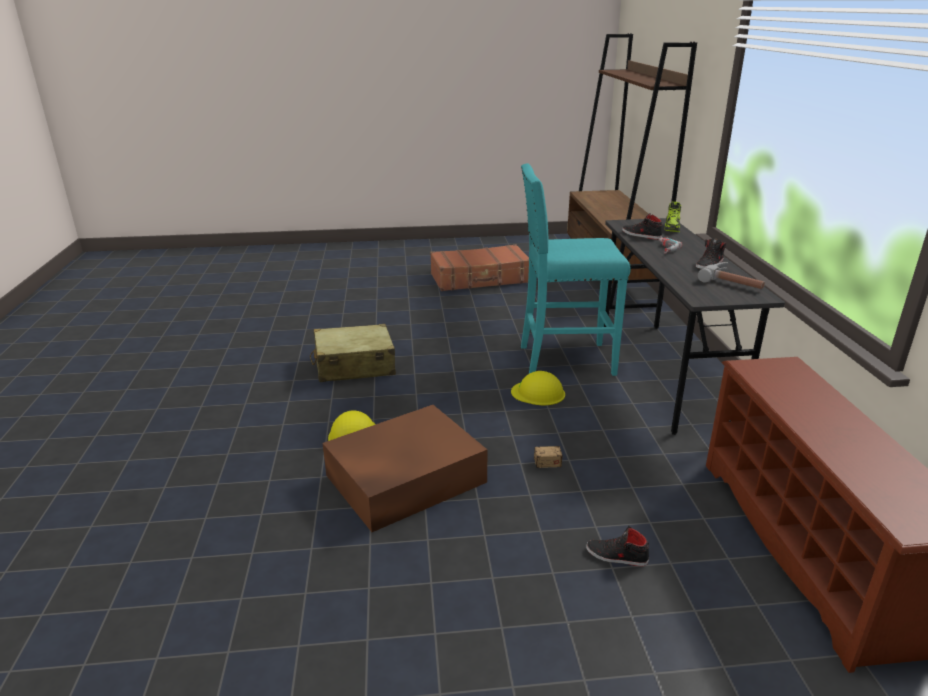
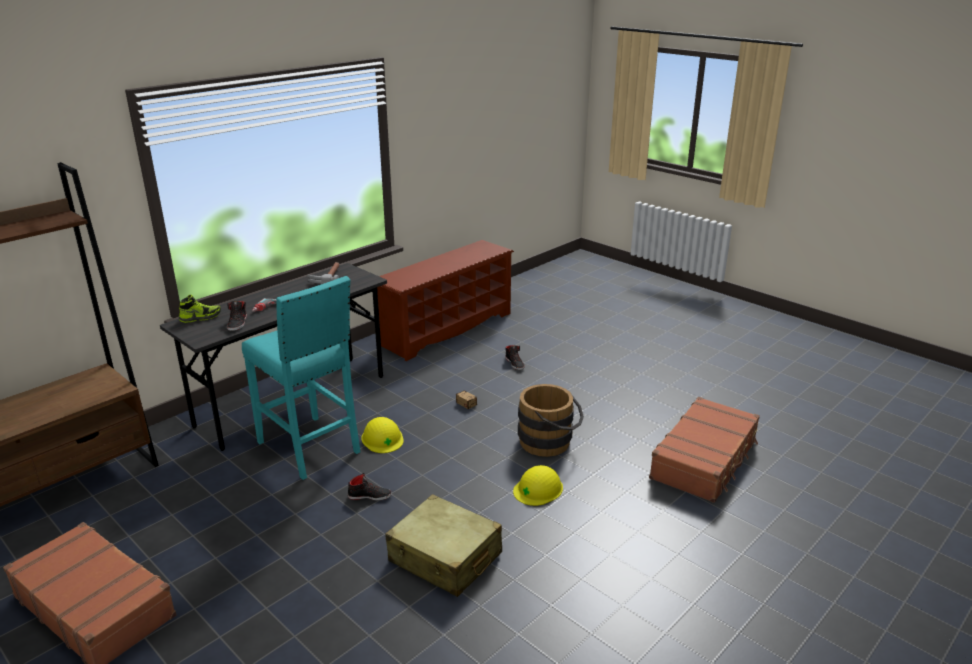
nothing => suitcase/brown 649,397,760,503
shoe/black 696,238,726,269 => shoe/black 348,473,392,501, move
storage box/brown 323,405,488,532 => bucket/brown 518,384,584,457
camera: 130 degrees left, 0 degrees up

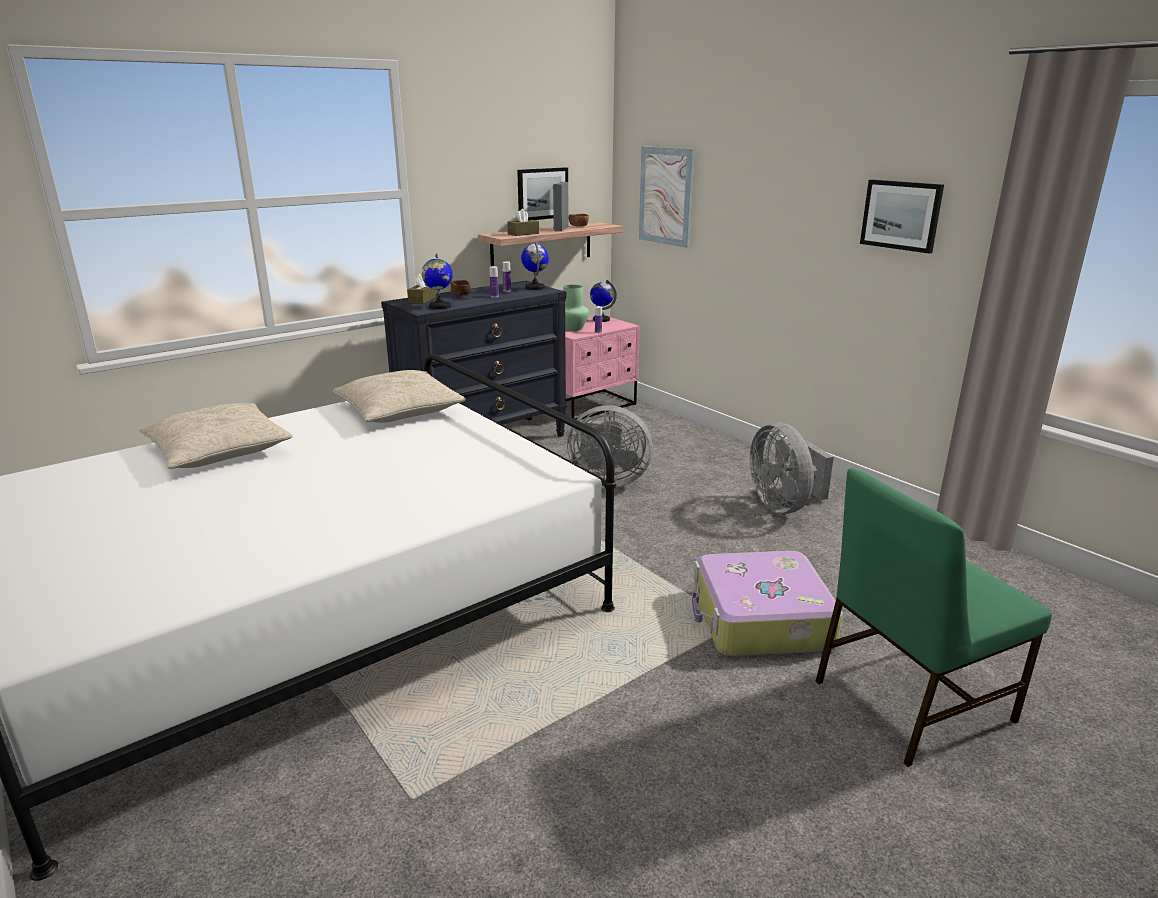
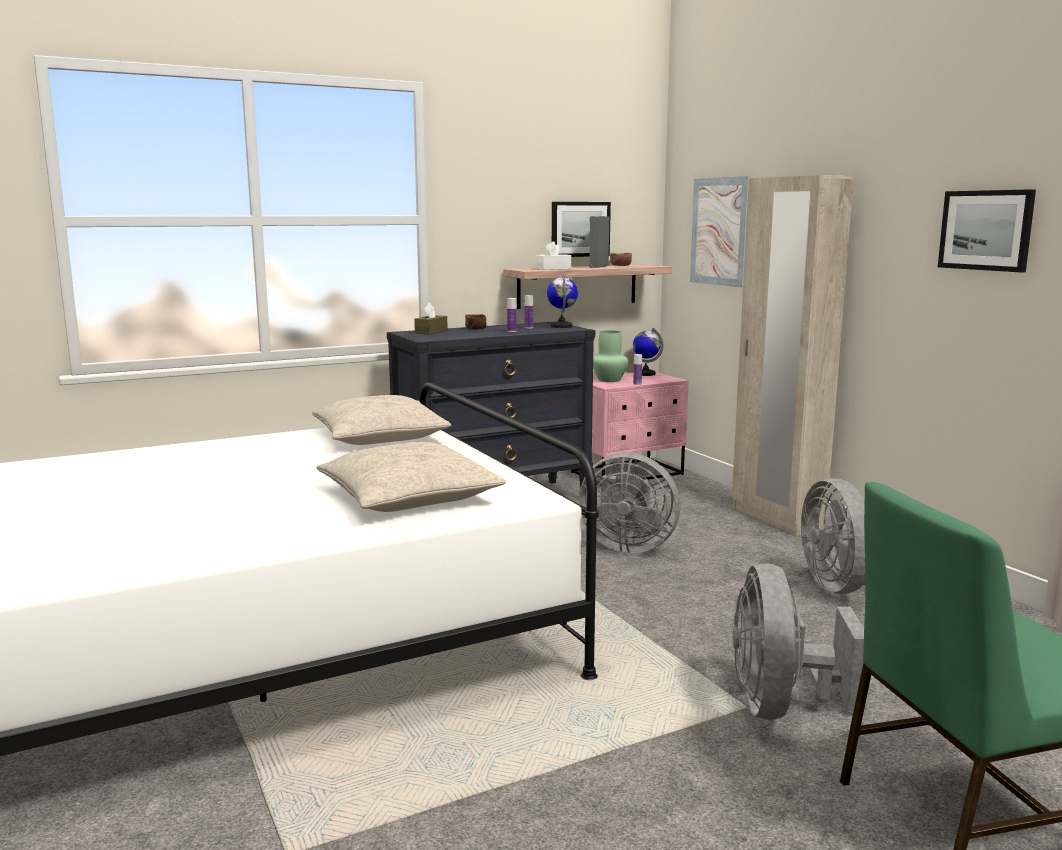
globe 422,254,453,309 => nothing
nothing => wardrobe/beige 732,175,854,536
pillow/beige 139,403,293,469 => pillow/beige 317,442,506,512, move
suitcase 692,551,843,656 => fan/grey 732,563,864,720
tissue box/brown 507,209,539,236 => tissue box/white 536,241,571,270
camera: 10 degrees right, 10 degrees down

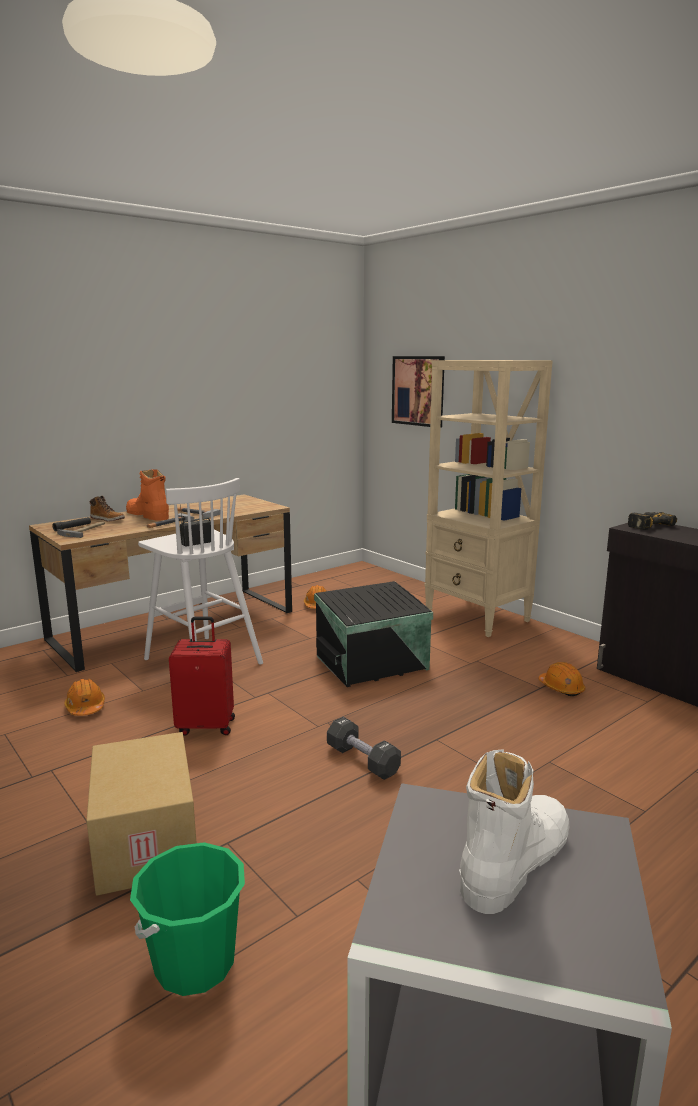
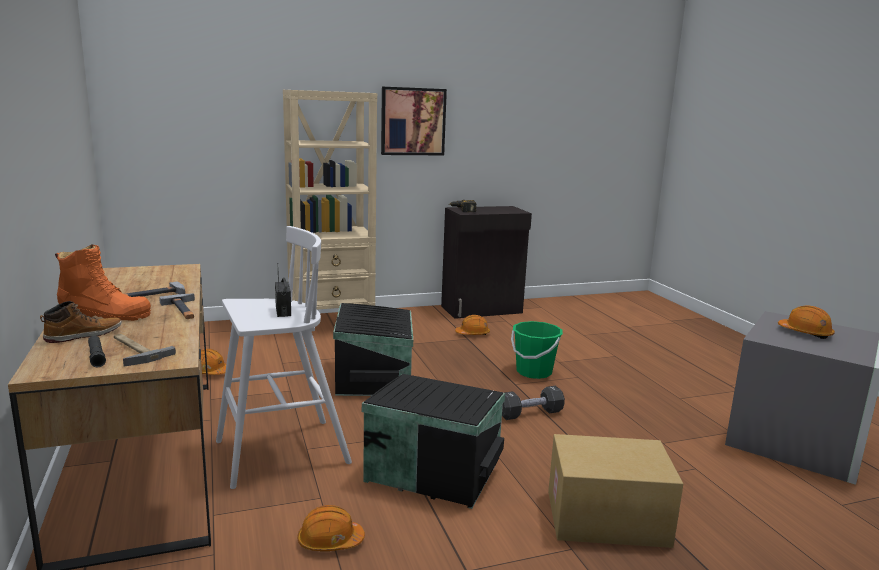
bucket/green 130,842,245,996 => bucket/green 511,321,563,379, move
picture 392,356,445,428 => picture 381,87,447,155, move
suitcase/red 169,617,235,736 => storage box/black 362,374,505,509
boot/white 459,749,569,914 => hard hat/orange 778,305,835,339
boot/orange 126,469,169,521 => boot/orange 55,245,151,321, 150 degrees counterclockwise
camera: 70 degrees left, 0 degrees up

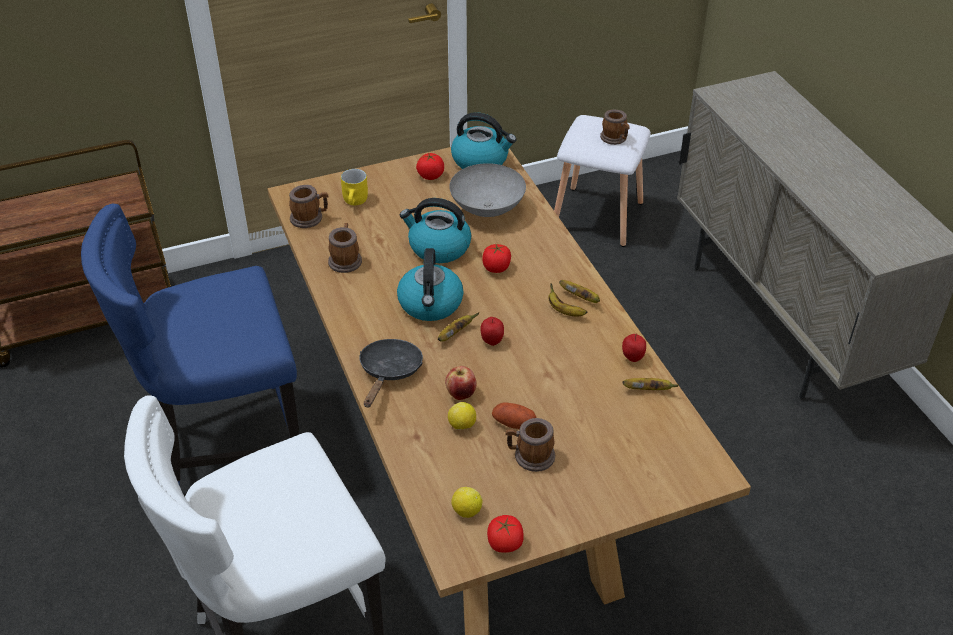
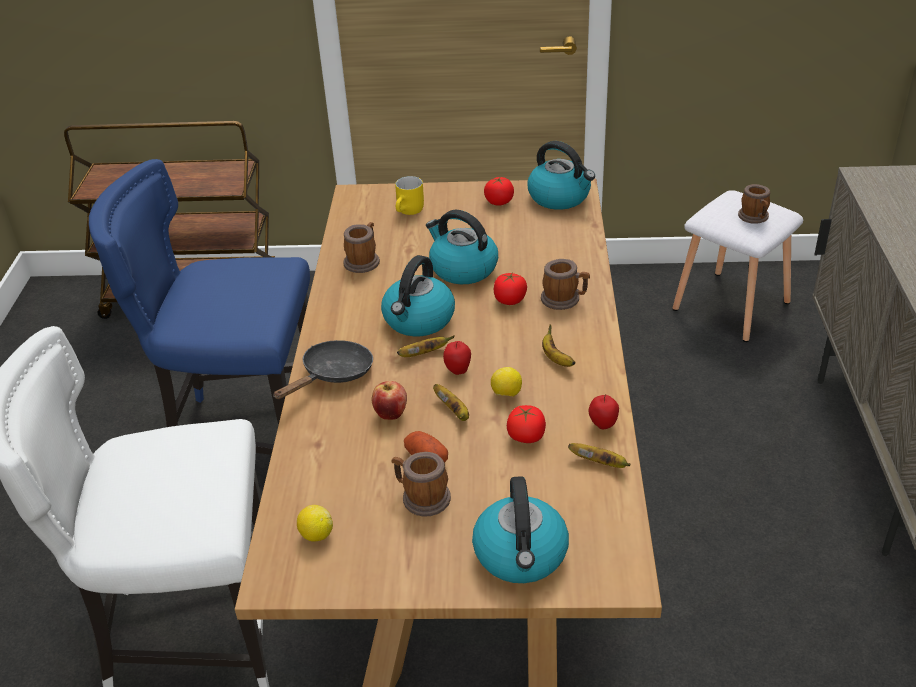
bowl/grey 449,163,526,217 => nothing
nothing => kettle 472,476,569,583
mug 289,185,328,228 => mug 541,259,590,310, move
lemon 448,402,476,430 => lemon 491,367,522,397, move
tomato 487,515,524,553 => tomato 507,405,546,443, move
banana 559,280,600,303 => banana 433,384,469,421, move
camera: 25 degrees right, 5 degrees down

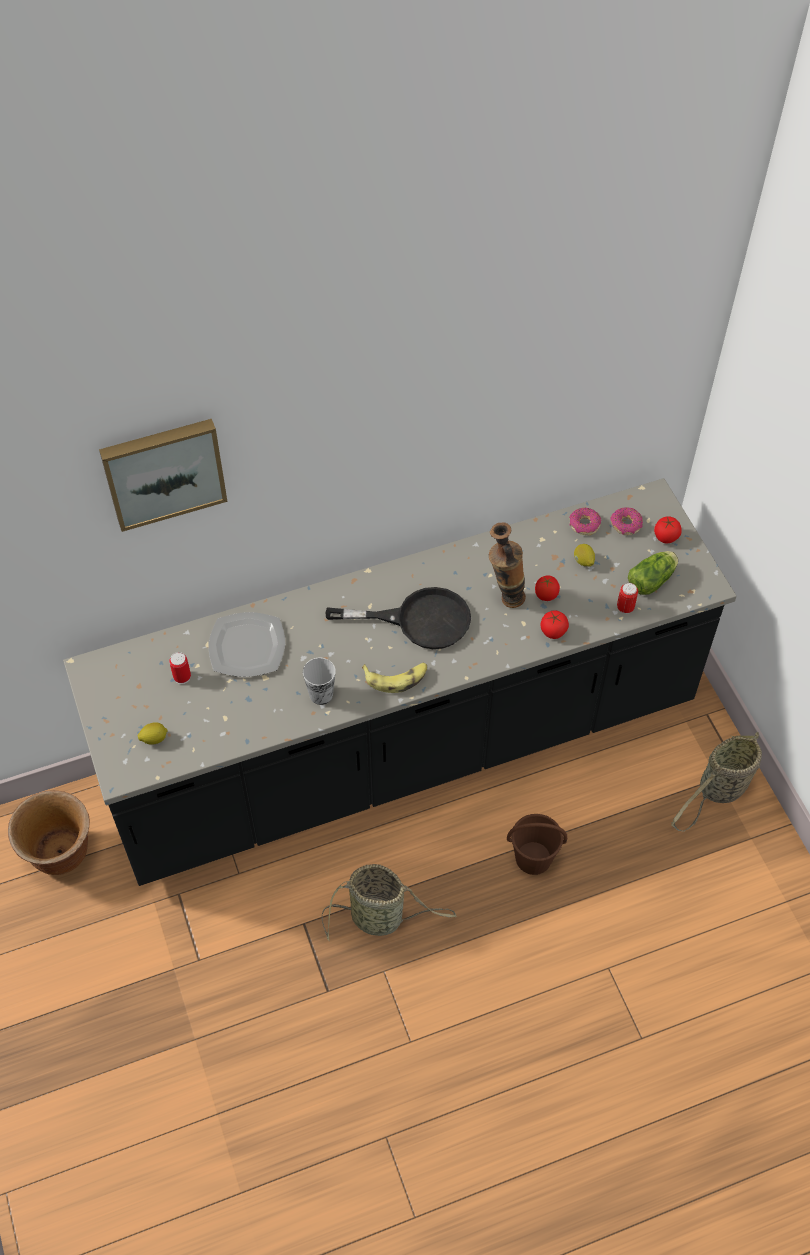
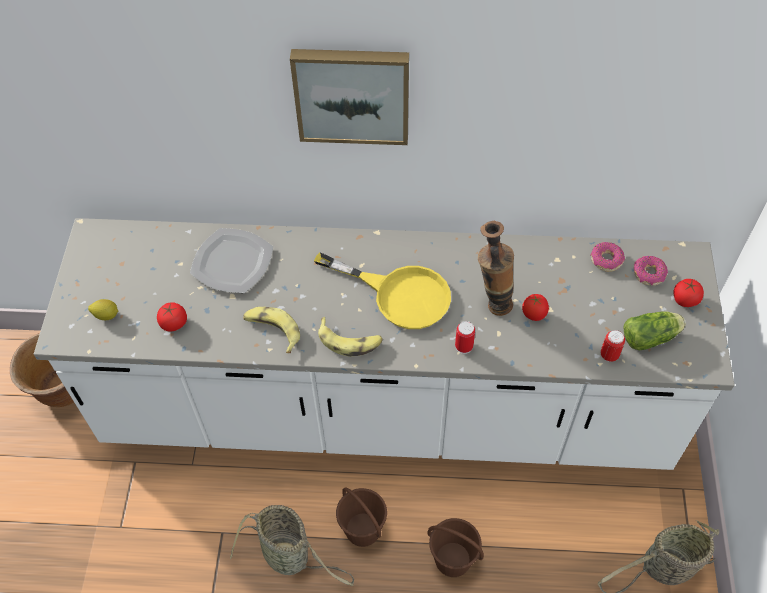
lemon 574,544,595,567 => nothing
nothing => bucket/brown 336,488,387,547
picture 99,419,228,532 => picture 290,49,409,145, move
can 169,652,191,684 => can 455,321,475,354, move
tomato 540,610,569,639 => tomato 157,302,187,332, move
cup 303,658,336,705 => banana 243,307,300,353
counter/black 63,478,737,886 => counter/white 34,218,734,470
frying pan/black 326,587,471,649 => frying pan/yellow 314,252,451,329
camera: 25 degrees right, 0 degrees up

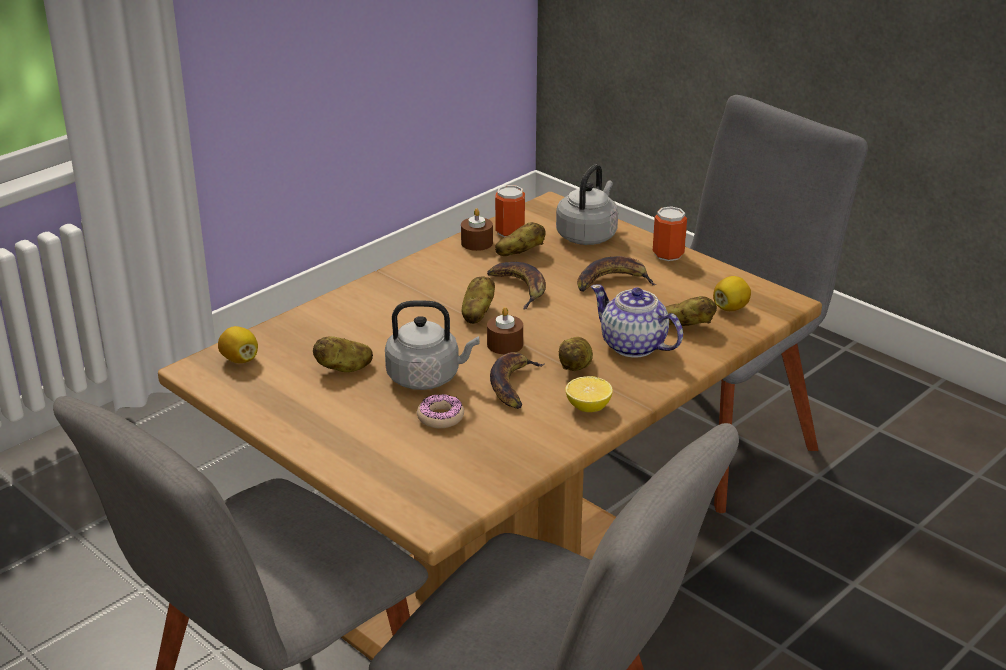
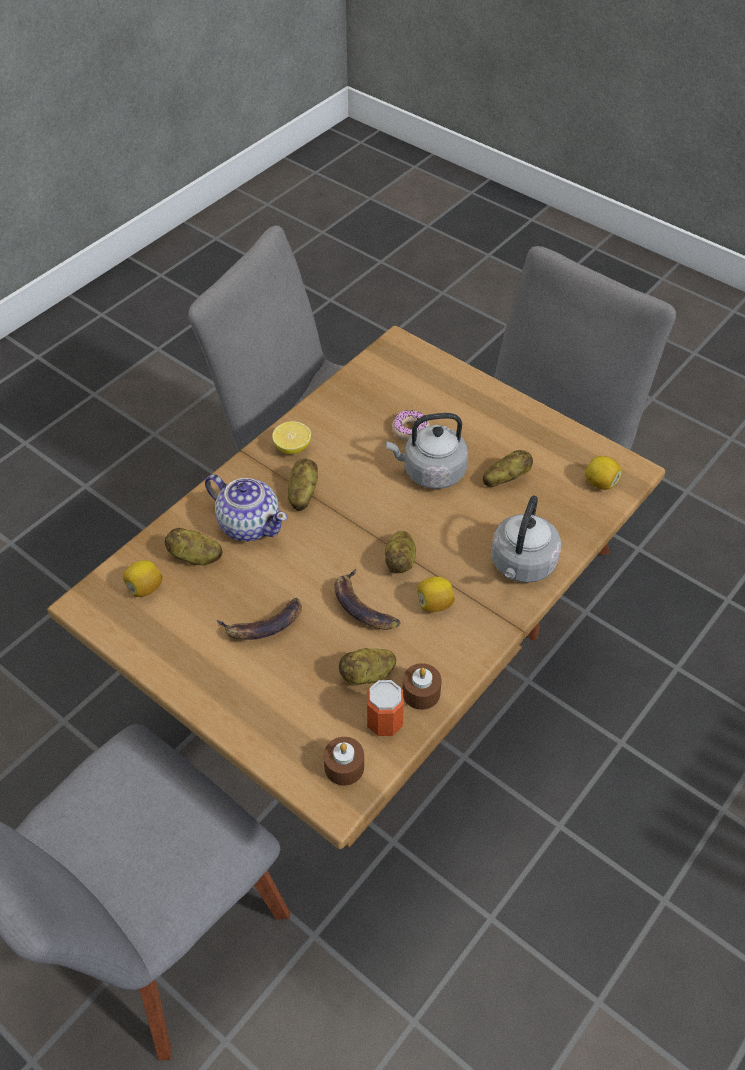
banana 490,352,545,409 => nothing
can 653,206,687,261 => nothing
nothing => lemon 417,577,455,612
candle/brown 487,307,523,354 => candle/brown 324,737,364,786, move
kettle/grey 556,164,618,245 => kettle/grey 491,496,561,583, move
camera: 175 degrees right, 20 degrees up

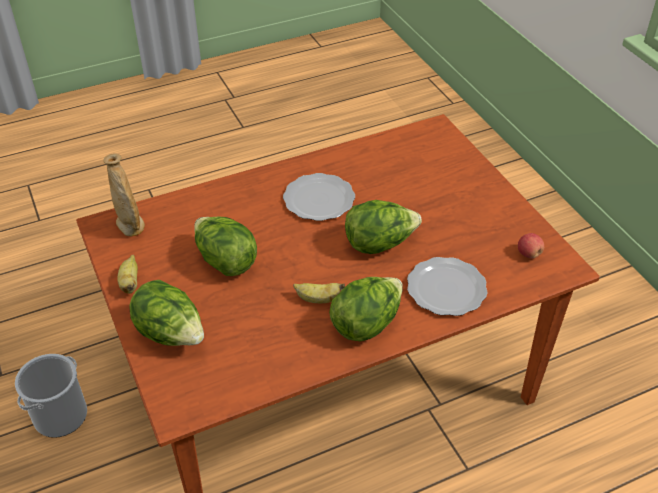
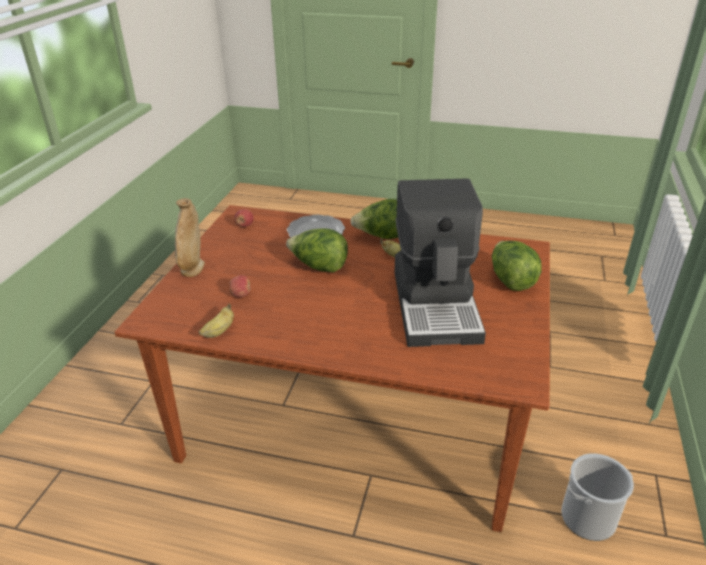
plate 283,173,355,221 => nothing
nothing => apple 230,275,251,297
vase/beige 103,153,145,237 => vase/beige 175,198,205,277, move
banana 117,255,138,294 => banana 198,304,234,338, move
lettuce 194,217,257,276 => coffee machine 395,179,486,347
camera: 140 degrees left, 10 degrees down

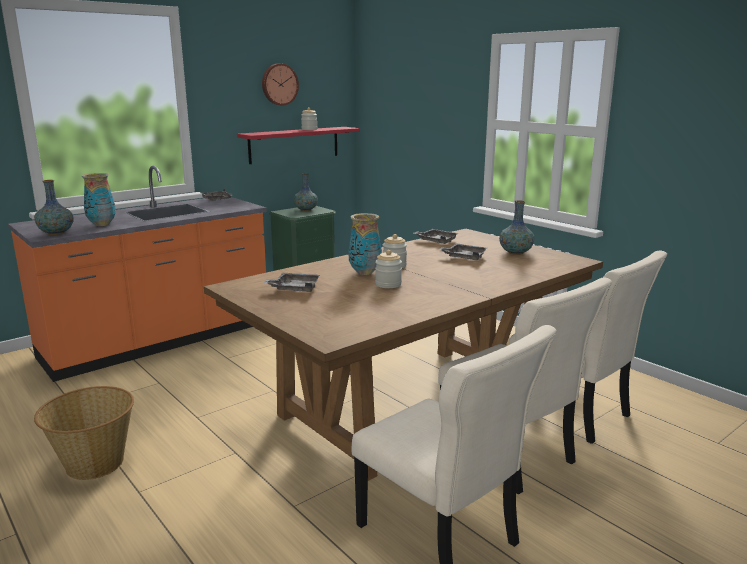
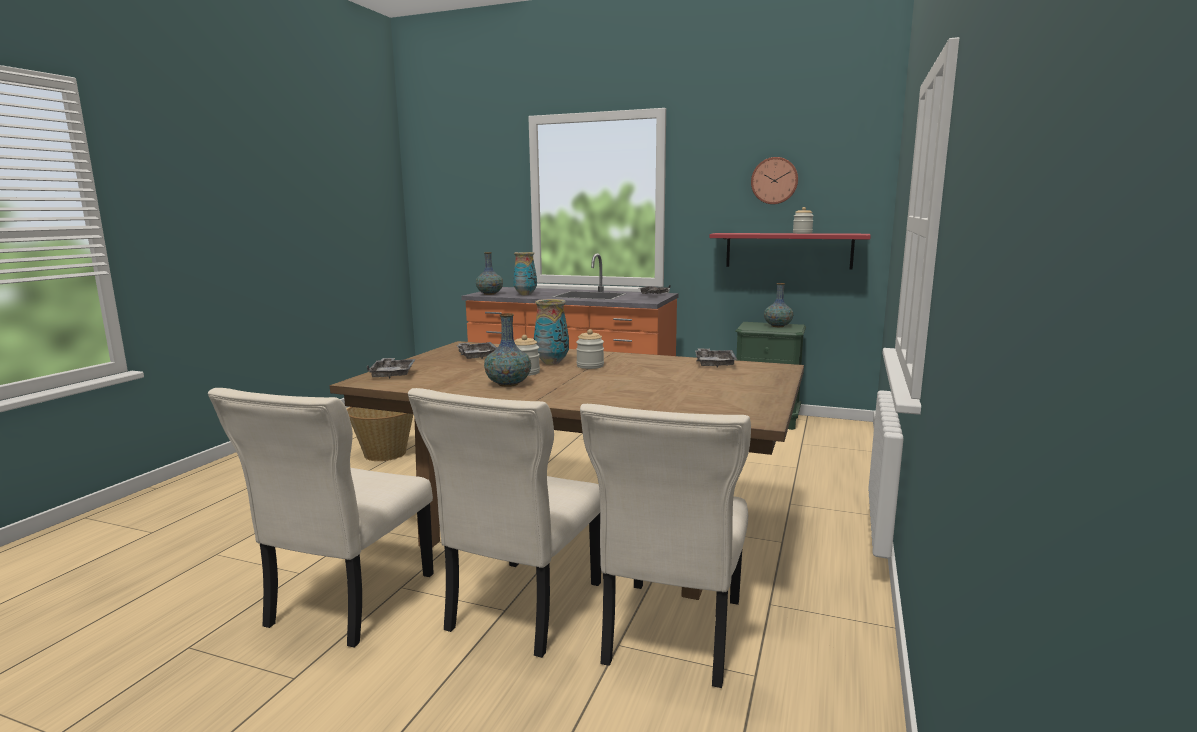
tray/grey 438,243,487,260 => tray/grey 367,358,416,378, move
vase 499,200,534,255 => vase 484,313,531,387, move
camera: 60 degrees right, 5 degrees down

